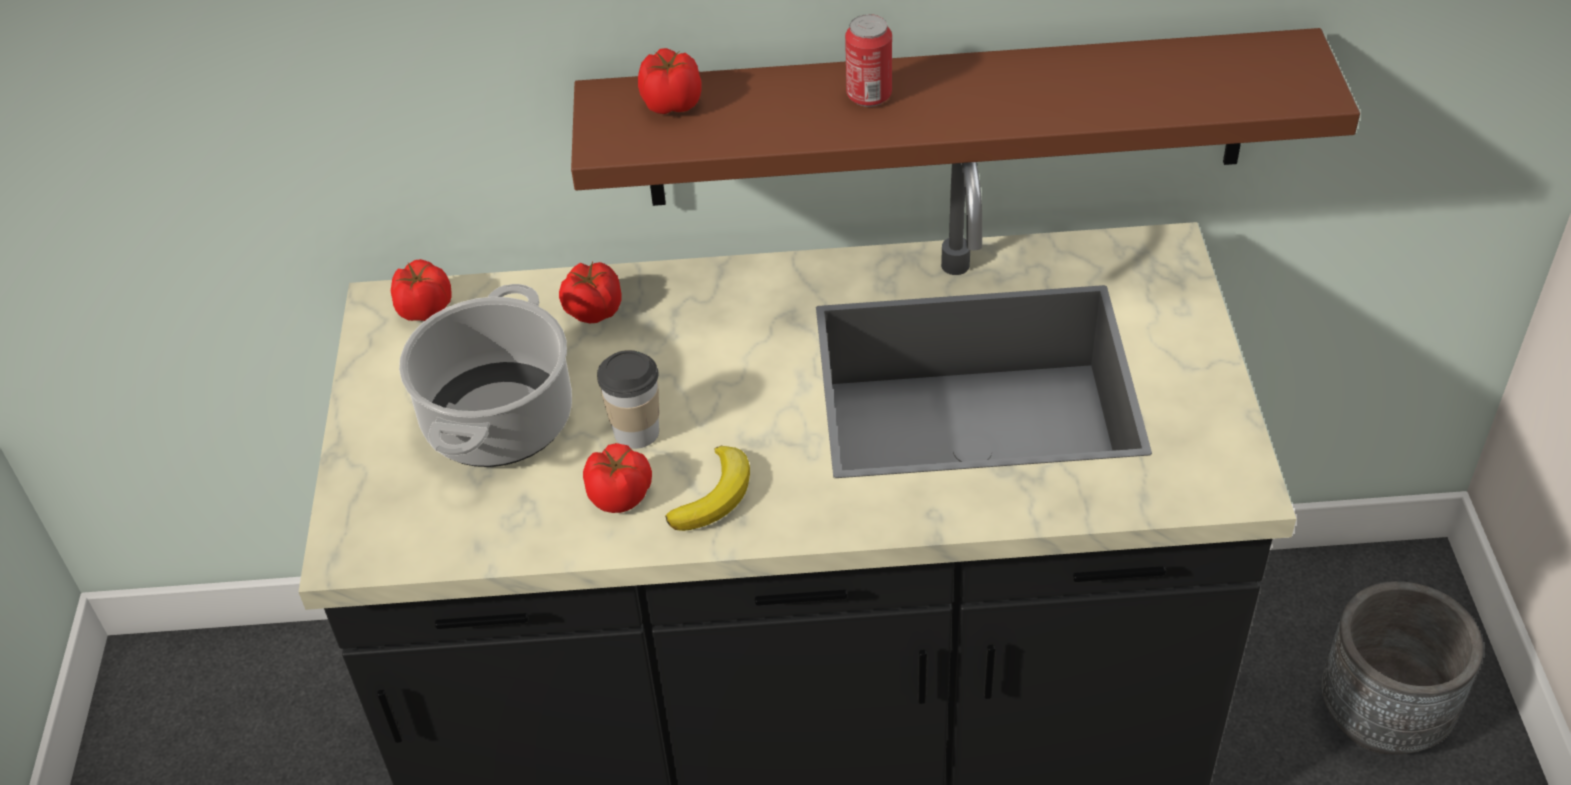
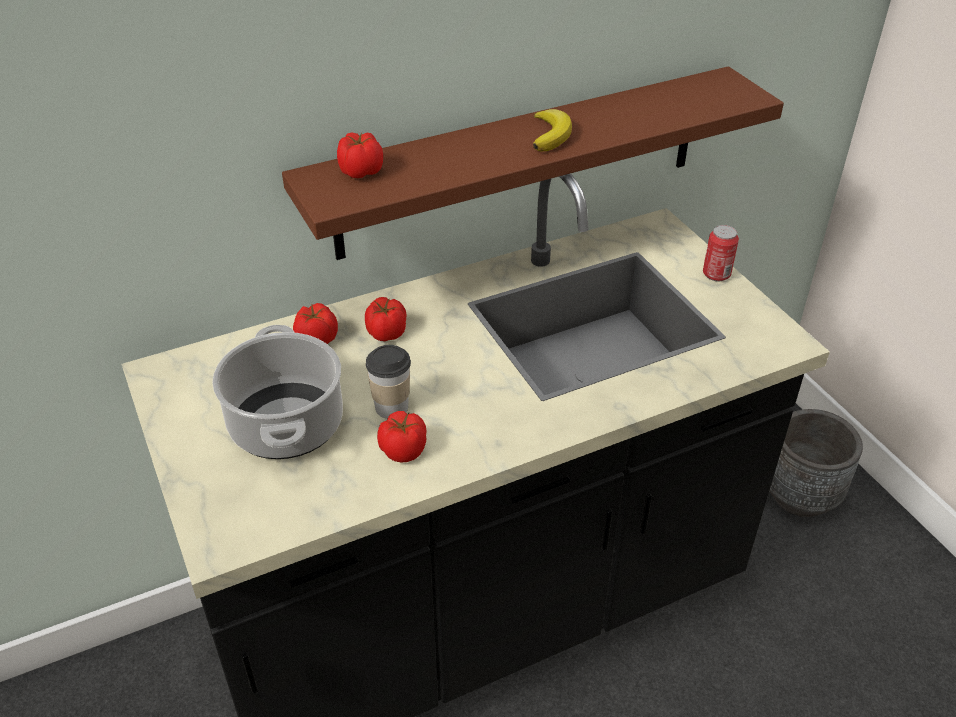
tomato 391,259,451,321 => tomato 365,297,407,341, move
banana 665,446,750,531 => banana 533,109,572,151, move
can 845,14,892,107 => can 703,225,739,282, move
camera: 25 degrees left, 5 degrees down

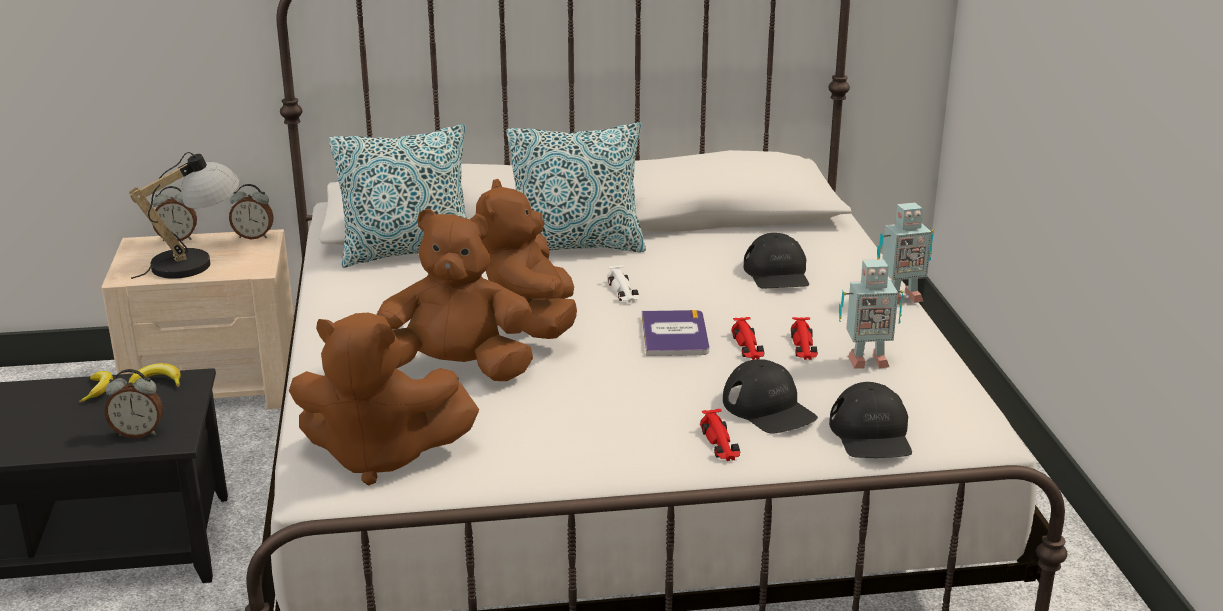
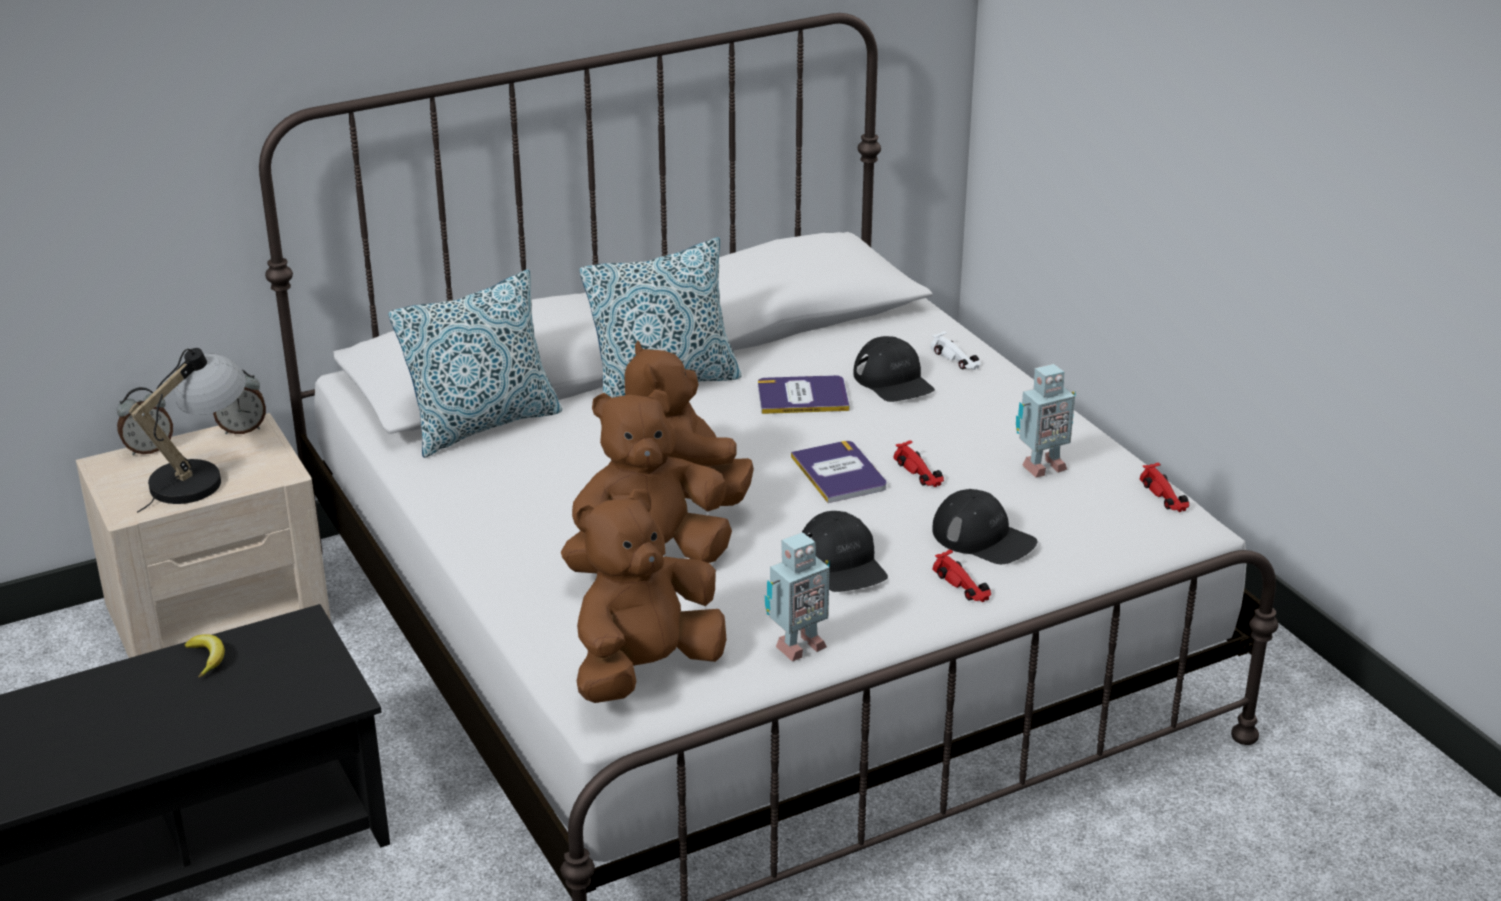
alarm clock 105,369,163,438 => nothing
banana 128,363,181,387 => nothing
nothing => book 758,375,850,414
toy car/white 607,265,639,303 => toy car/white 930,331,981,370, move
toy car/red 791,317,818,360 => toy car/red 1140,463,1189,512, move
cap/black 829,382,912,458 => cap/black 802,511,888,592, move
toy robot 877,203,934,304 => toy robot 765,532,830,661, move
plush toy/brown 289,313,479,486 => plush toy/brown 576,489,727,703, 150 degrees clockwise
camera: 20 degrees left, 5 degrees up

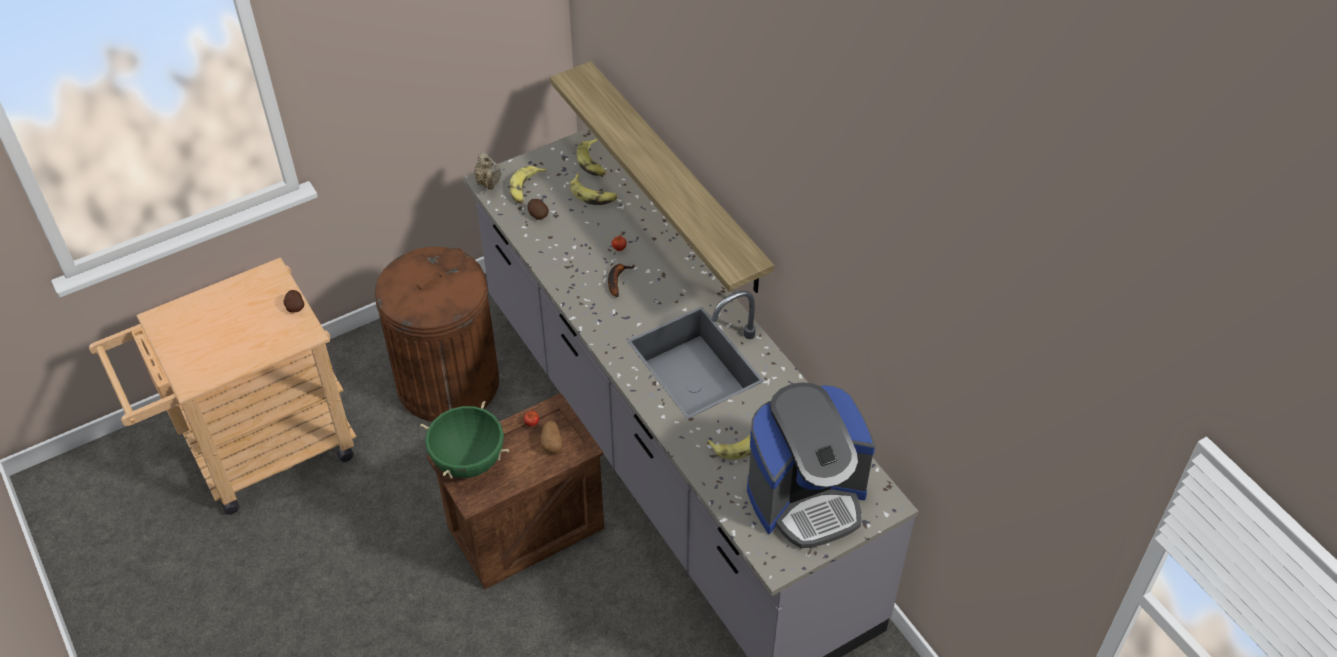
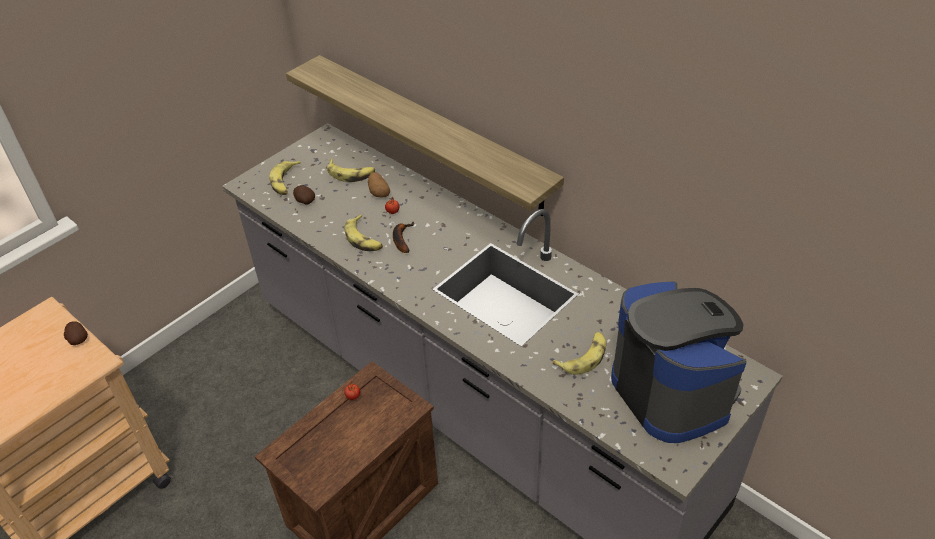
trash can/brown 375,247,499,422 => nothing
cooking pot/green 420,401,509,479 => nothing
teapot/beige 474,152,502,190 => nothing
potato 541,420,562,454 => potato 368,172,390,198, move
banana 577,138,606,176 => banana 344,215,383,251, move
coffee machine 747,382,875,548 => coffee machine 611,281,747,443, 75 degrees counterclockwise
camera: 15 degrees left, 5 degrees down

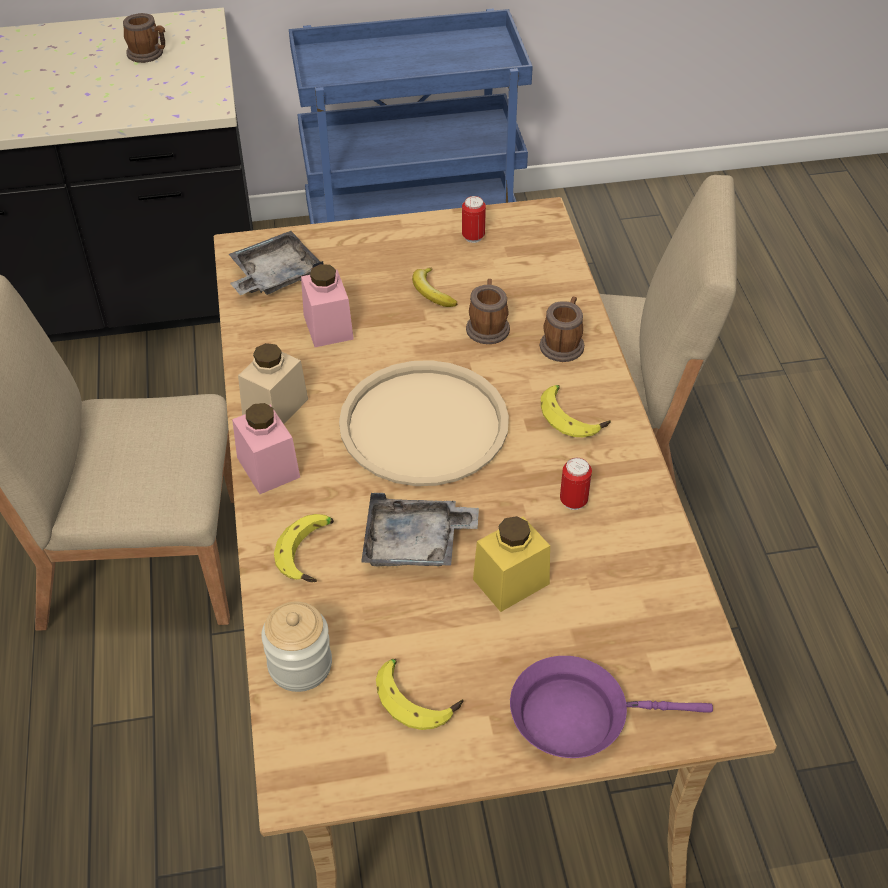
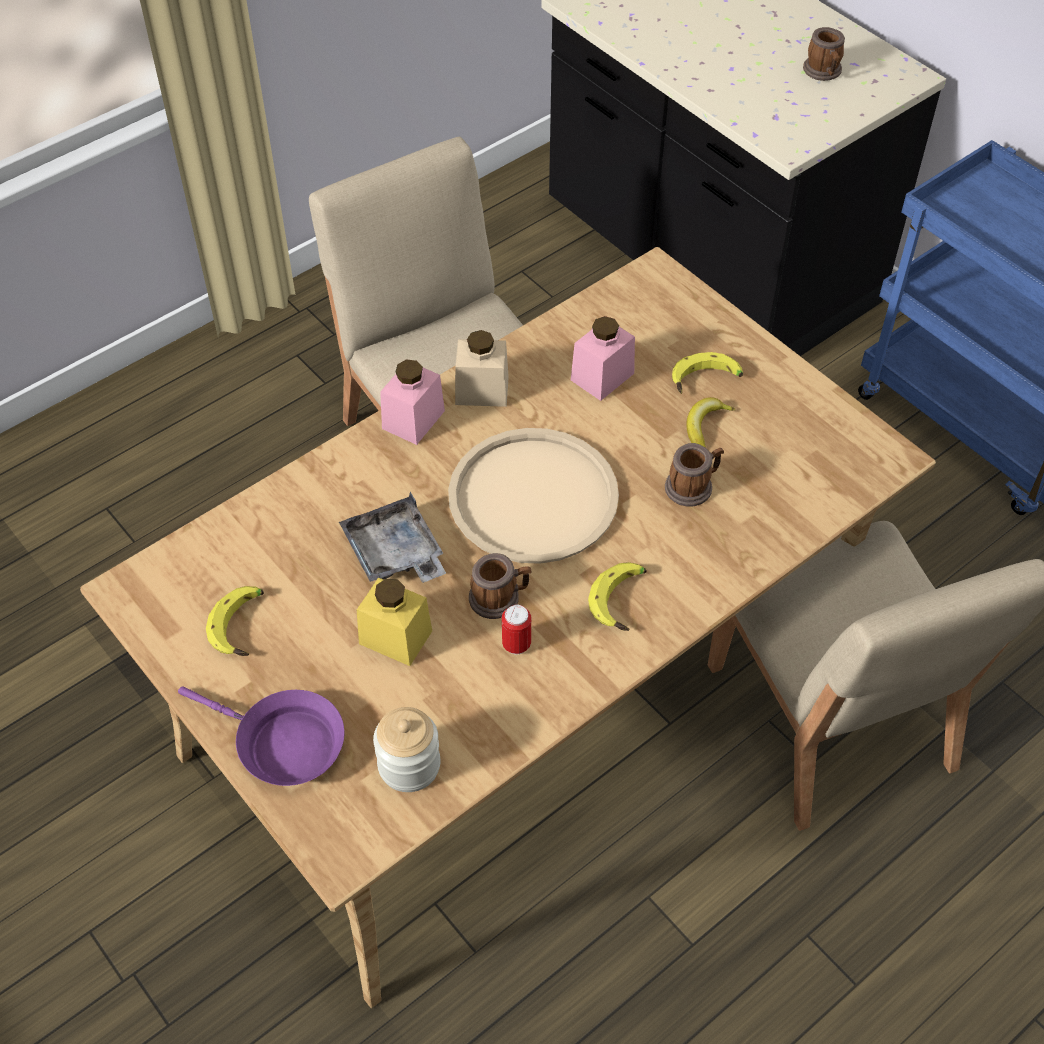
tray/grey 229,231,323,295 => nothing
can 462,196,486,243 => nothing
jar 261,602,332,692 => jar 373,707,440,792, move
banana 274,514,334,582 => banana 672,352,743,394, move
mug 540,297,584,362 => mug 469,553,532,619, move
frying pan/purple 510,656,713,758 => frying pan/purple 178,686,345,786, 150 degrees clockwise
camera: 60 degrees right, 5 degrees up

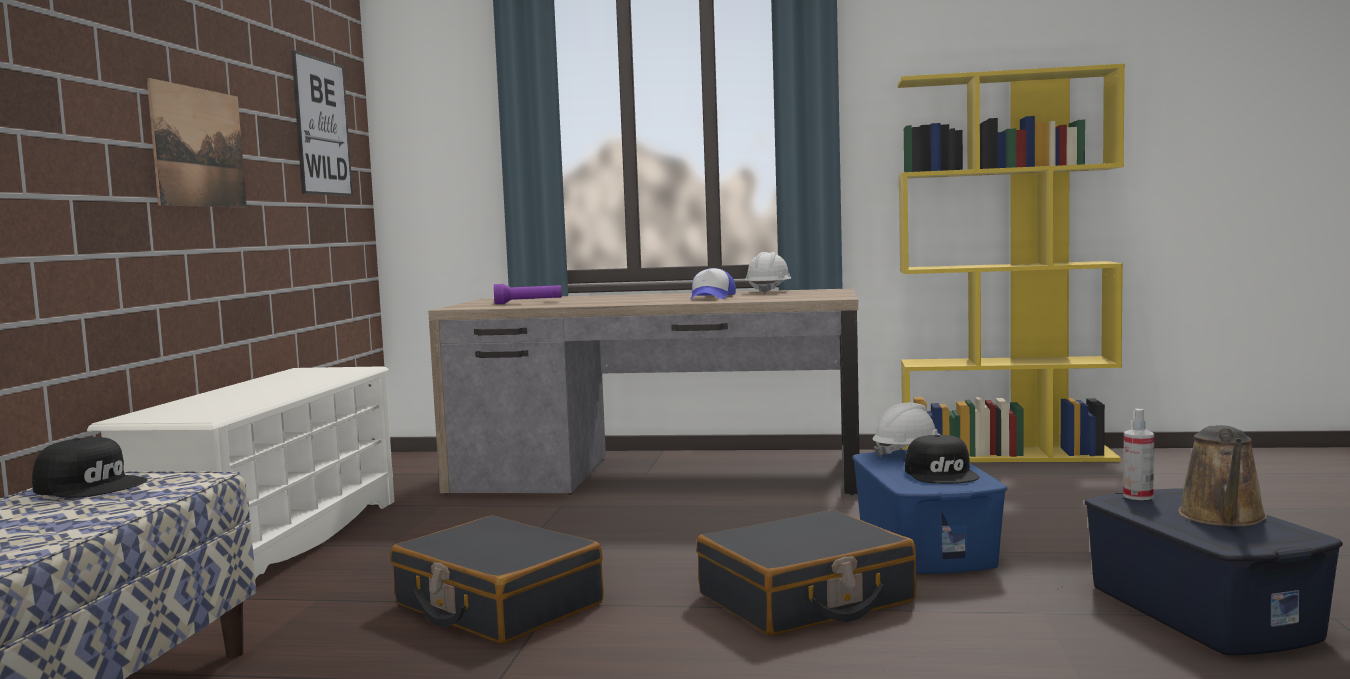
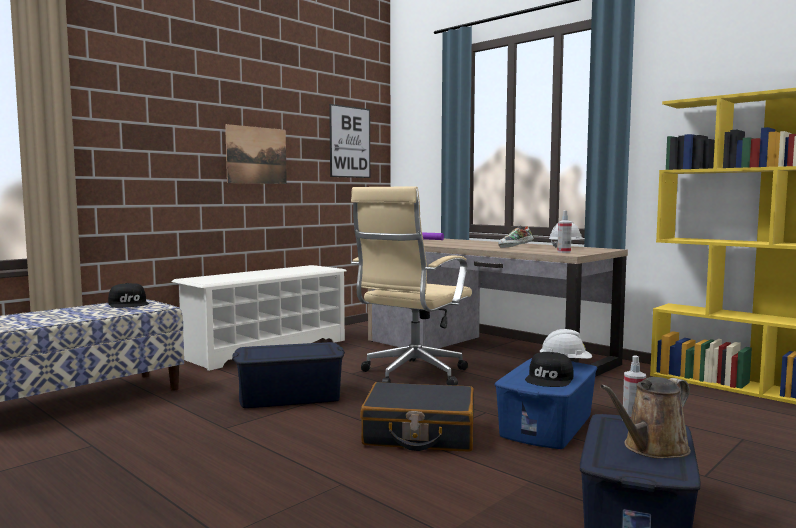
nothing => office chair/beige 351,186,472,386
nothing => spray bottle 557,211,572,253
suitcase/black 391,515,604,644 => storage box/blue 232,342,345,408
cap 691,268,736,299 => shoe 498,225,534,248
camera: 35 degrees right, 0 degrees up

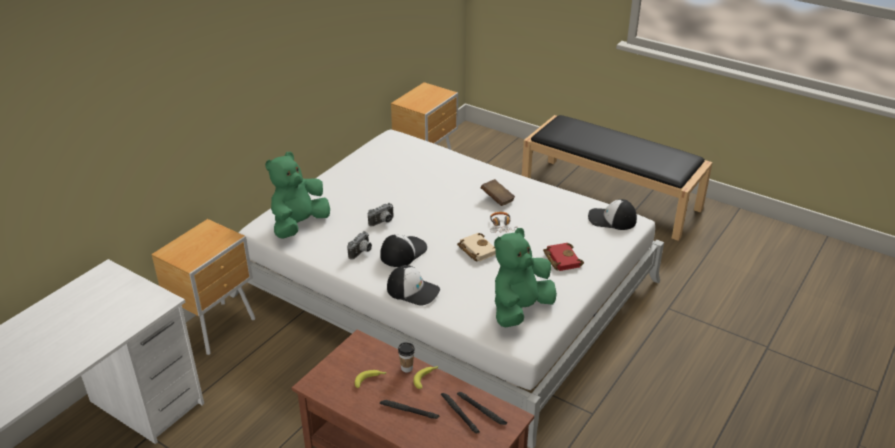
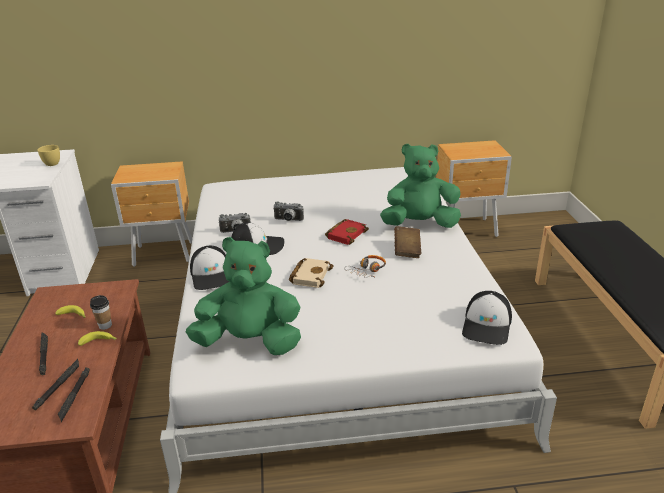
nothing => cup/yellow 37,145,60,166
plush toy/green 265,152,330,239 => plush toy/green 380,144,461,228, move
book/red 543,243,584,271 => book/red 325,219,369,245, move
cap 588,199,637,230 => cap 462,291,512,345, 135 degrees counterclockwise
camera: 50 degrees right, 5 degrees down

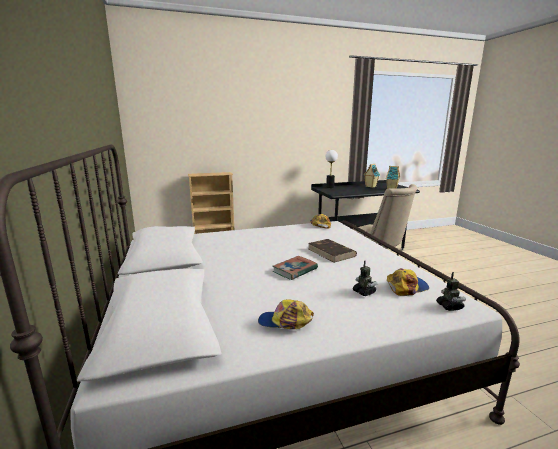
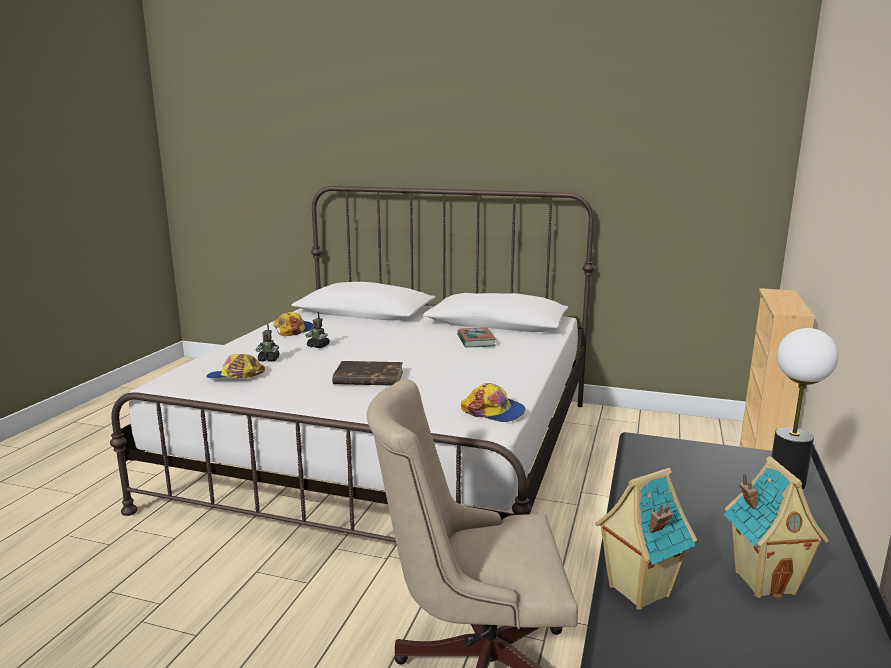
book 273,256,318,280 => book 457,327,496,348, move
toy robot 436,272,466,311 => toy robot 305,312,330,348, move
cap 387,268,429,296 => cap 206,354,265,379, 75 degrees clockwise
camera: 125 degrees right, 0 degrees up

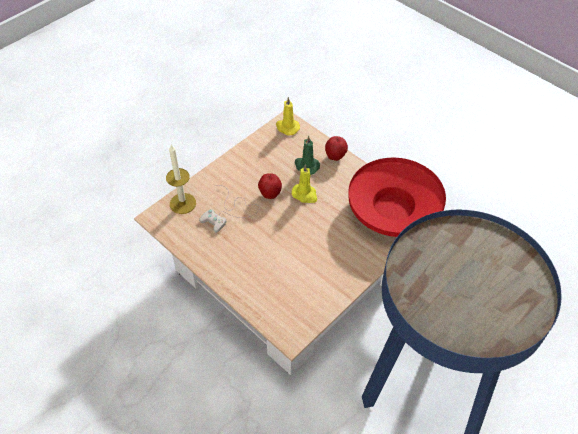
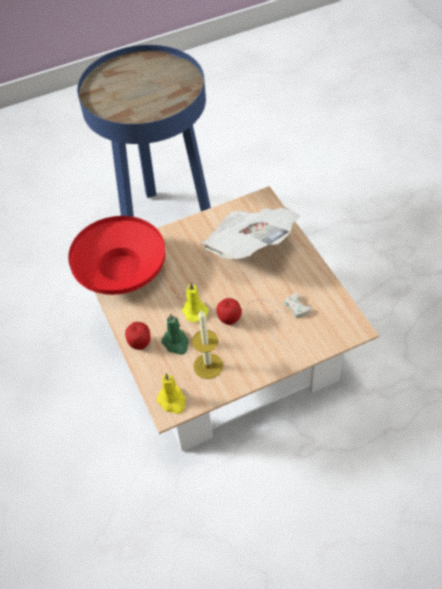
nothing => newspaper 200,207,300,259
candle 166,145,196,214 => candle 192,309,223,379, move
camera: 155 degrees left, 0 degrees up

